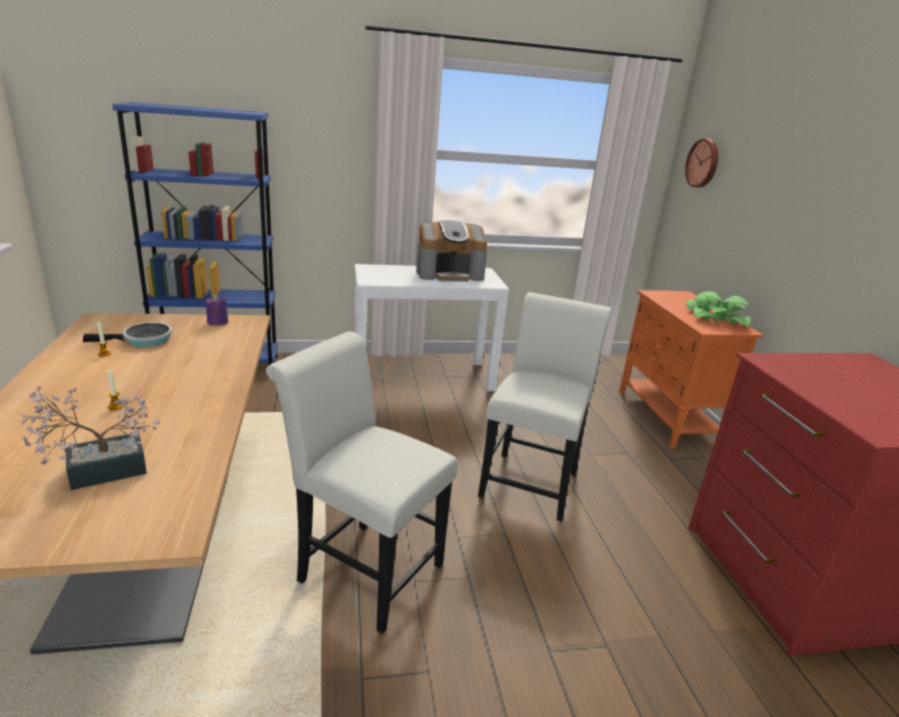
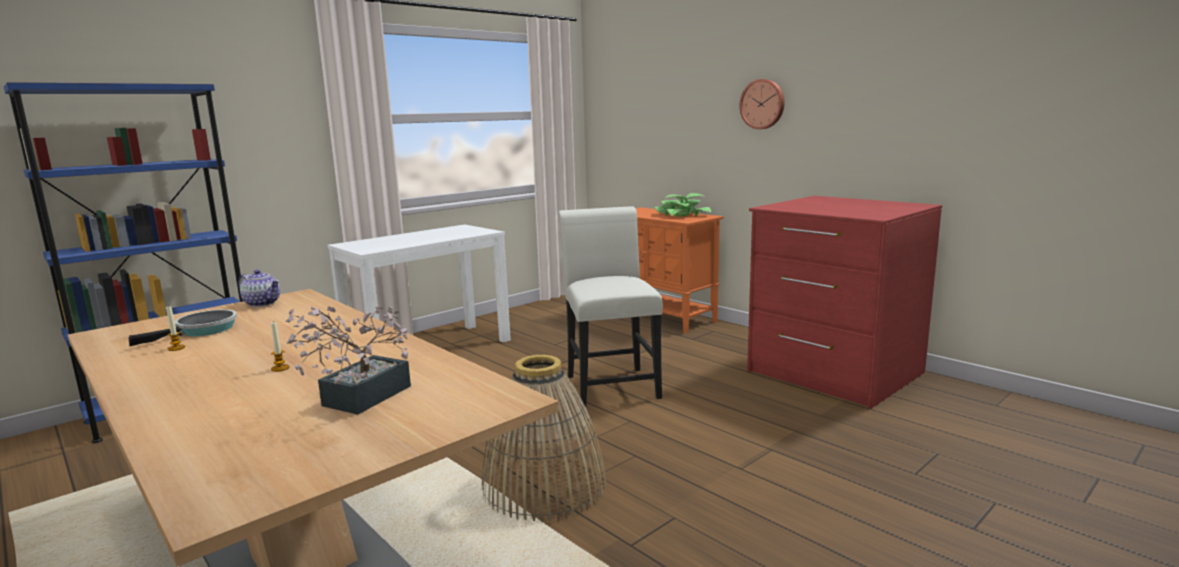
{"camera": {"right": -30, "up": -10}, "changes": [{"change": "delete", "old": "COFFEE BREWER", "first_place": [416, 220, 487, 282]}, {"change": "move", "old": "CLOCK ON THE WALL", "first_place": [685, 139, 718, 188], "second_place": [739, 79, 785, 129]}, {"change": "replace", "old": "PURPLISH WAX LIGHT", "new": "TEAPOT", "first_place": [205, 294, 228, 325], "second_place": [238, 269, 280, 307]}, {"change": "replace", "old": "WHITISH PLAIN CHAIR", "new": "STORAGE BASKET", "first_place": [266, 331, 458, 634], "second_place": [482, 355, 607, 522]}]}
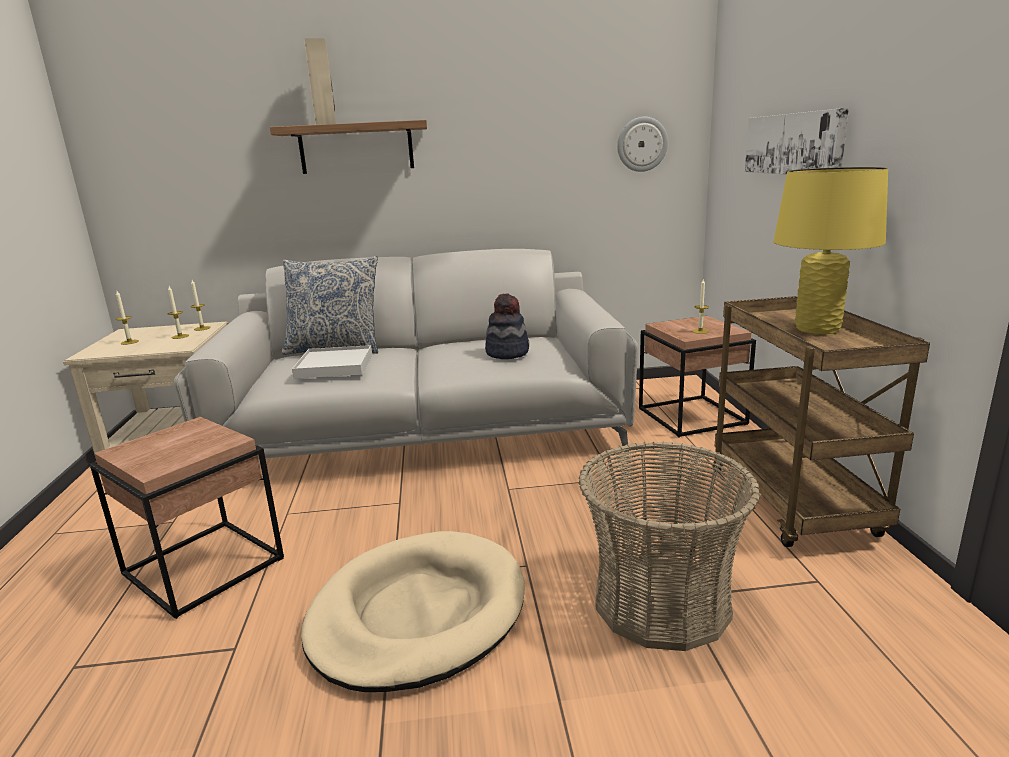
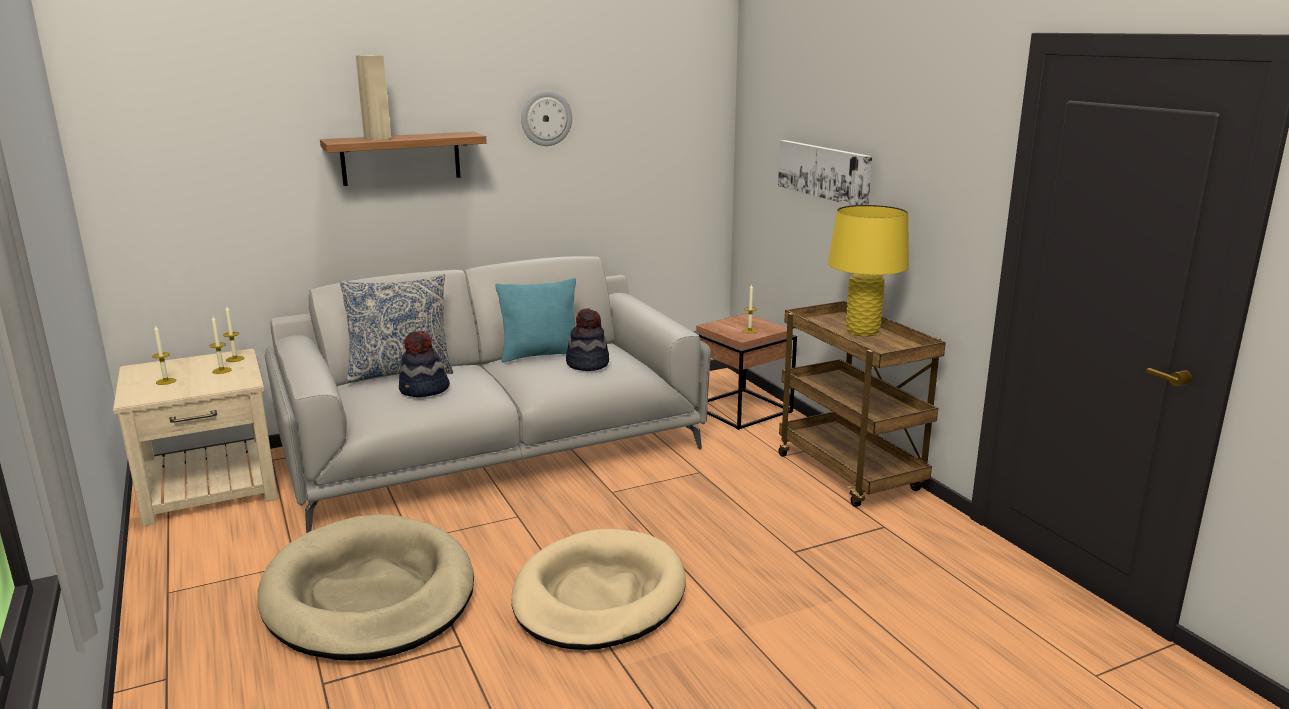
{"camera": {"right": -20, "up": 0}, "changes": [{"change": "delete", "old": "STORAGE BASKET", "first_place": [578, 441, 760, 651]}, {"change": "insert", "new": "BLUE-GREEN PILLOW", "second_place": [495, 278, 576, 362]}, {"change": "move", "old": "CLOCK ON THE WALL", "first_place": [617, 117, 668, 172], "second_place": [521, 91, 572, 146]}, {"change": "replace", "old": "BROWNISH ACCENT TABLE", "new": "BEIGE DOG CUSHION", "first_place": [90, 417, 284, 619], "second_place": [257, 514, 474, 661]}, {"change": "replace", "old": "WHITISH TRAY", "new": "CLOTHING HAT", "first_place": [292, 345, 372, 379], "second_place": [399, 331, 450, 397]}]}
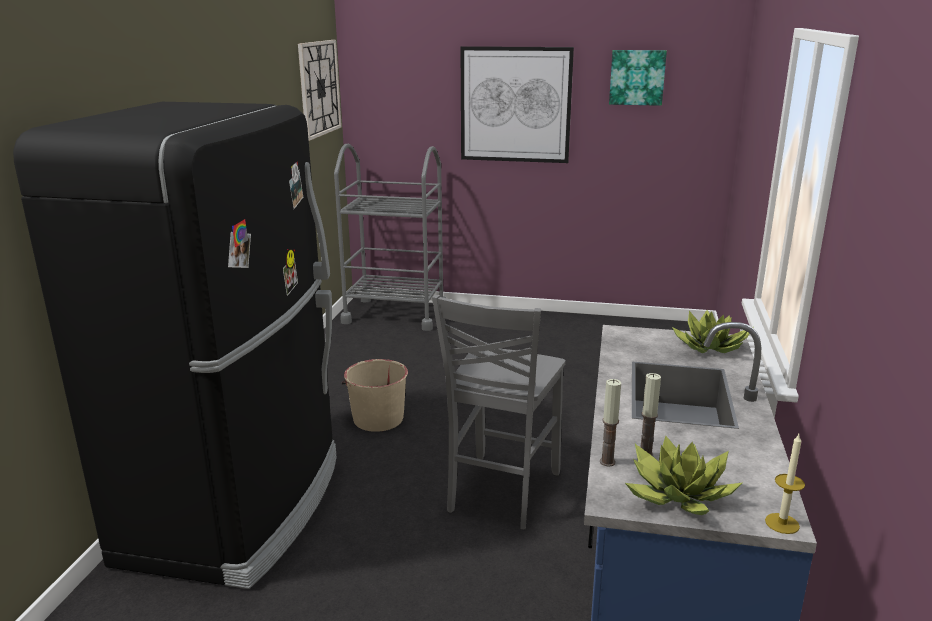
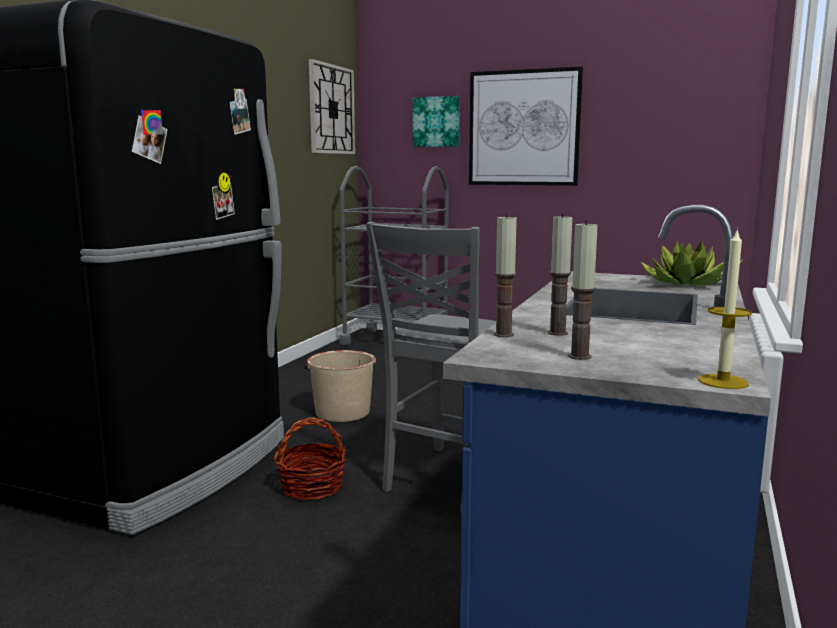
{"camera": {"right": 10, "up": -10}, "changes": [{"change": "insert", "new": "STORAGE BASKET", "second_place": [274, 417, 346, 500]}, {"change": "move", "old": "PICTURE", "first_place": [609, 50, 667, 106], "second_place": [413, 96, 460, 147]}, {"change": "replace", "old": "POTTED PLANT", "new": "WAX LIGHT", "first_place": [625, 436, 742, 515], "second_place": [568, 220, 598, 360]}]}
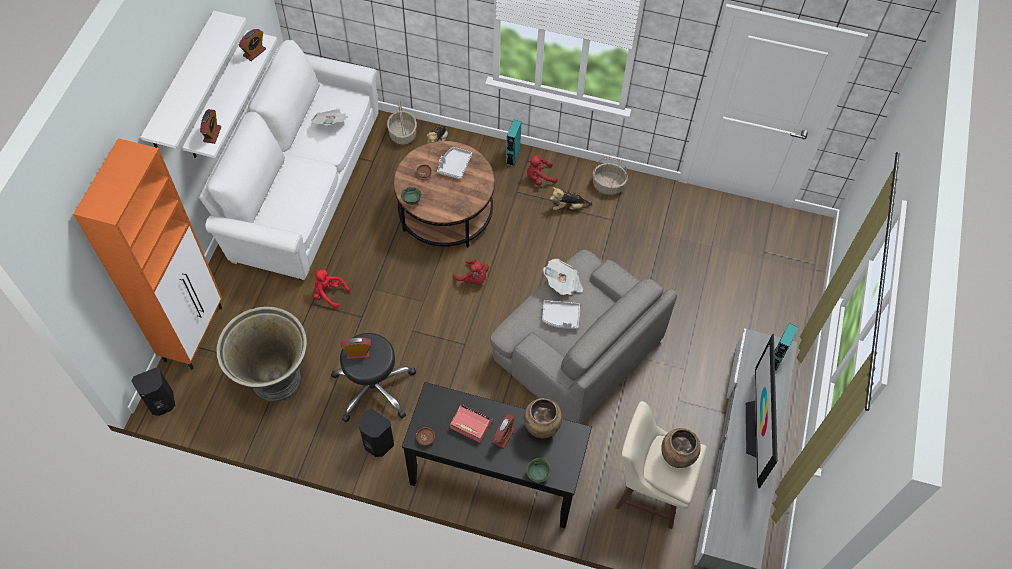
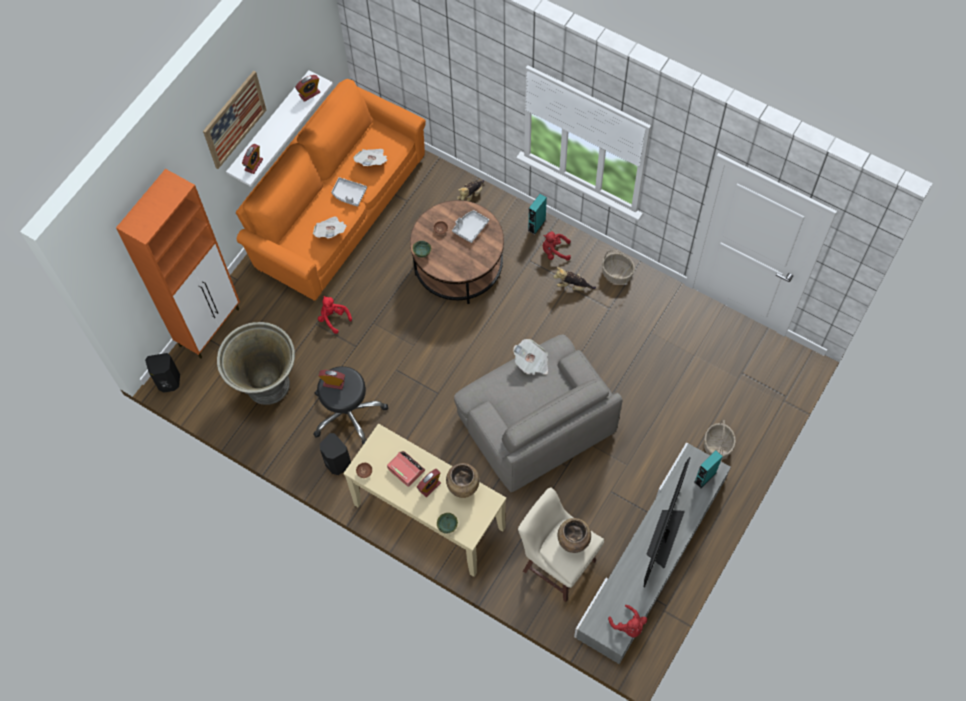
{"camera": {"right": 20, "up": 5}, "changes": [{"change": "insert", "new": "DAILY PAPER", "second_place": [313, 216, 347, 239]}, {"change": "move", "old": "STORAGE BASKET", "first_place": [387, 101, 417, 145], "second_place": [704, 420, 736, 460]}, {"change": "move", "old": "RED-COLOURED CUDDLY TOY", "first_place": [453, 260, 489, 284], "second_place": [608, 605, 647, 637]}, {"change": "move", "old": "GRAY TRAY", "first_place": [542, 300, 580, 329], "second_place": [331, 177, 367, 207]}, {"change": "replace", "old": "WHITISH BRACKET SHELF", "new": "PICTURE", "first_place": [141, 11, 247, 148], "second_place": [203, 71, 266, 169]}, {"change": "recolor", "old": "WHITISH SOFA", "new": "ORANGE-COLOURED SOFA", "first_place": [199, 40, 379, 280], "second_place": [236, 79, 426, 301]}, {"change": "recolor", "old": "BLACKISH NARROW TABLE", "new": "BEIGE NARROW TABLE", "first_place": [402, 382, 592, 528], "second_place": [343, 424, 506, 577]}]}
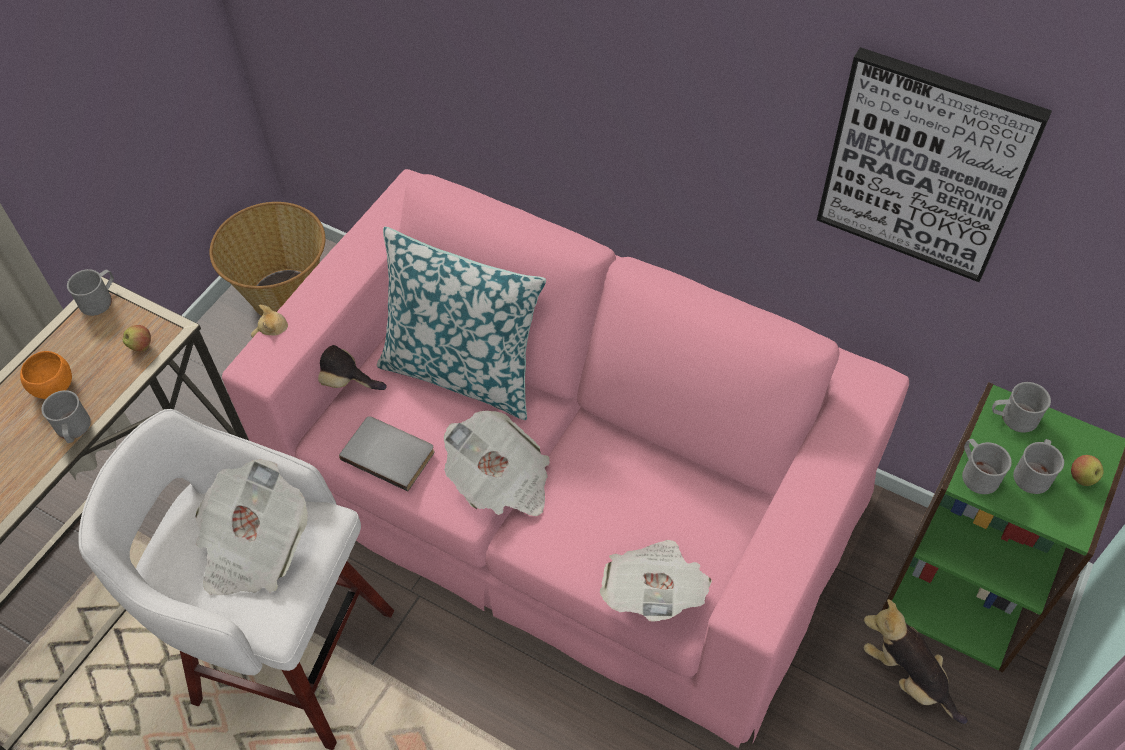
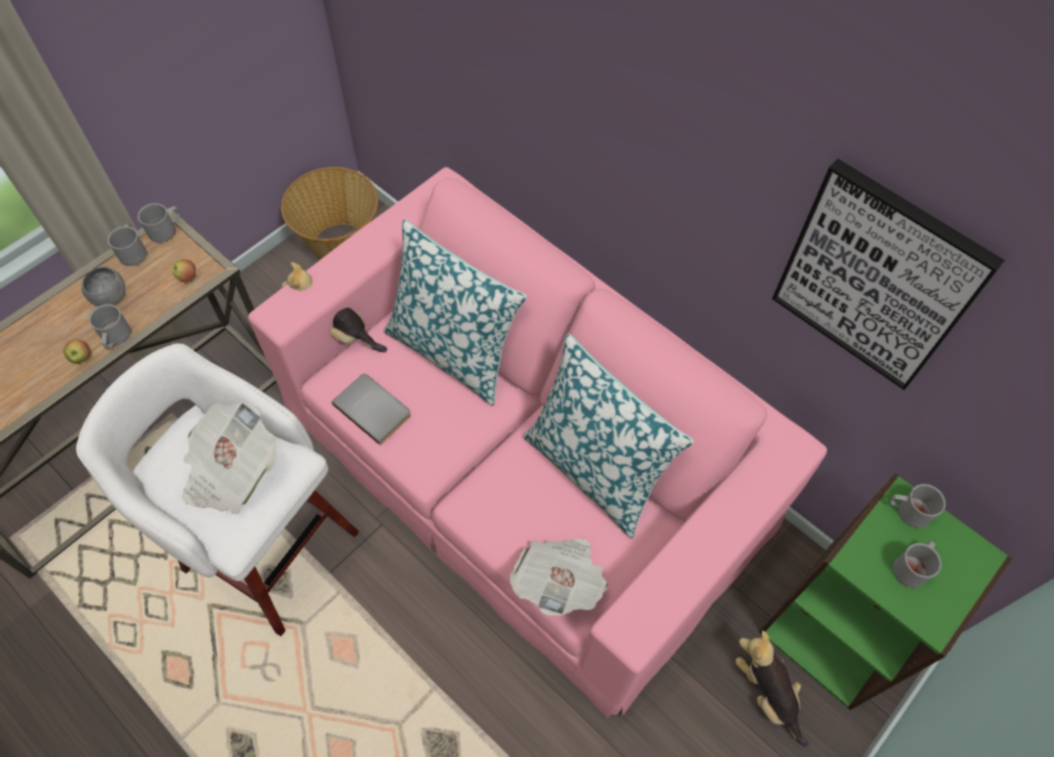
{"camera": {"right": 10, "up": 5}, "changes": [{"change": "delete", "old": "DAILY PAPER", "first_place": [444, 411, 550, 516]}, {"change": "insert", "new": "PILLOW", "second_place": [523, 333, 694, 538]}, {"change": "move", "old": "GRAY MUG", "first_place": [962, 439, 1012, 494], "second_place": [108, 224, 147, 266]}, {"change": "move", "old": "APPLE FRUIT", "first_place": [1071, 455, 1104, 486], "second_place": [64, 339, 91, 364]}, {"change": "recolor", "old": "ORANGE-COLOURED BOWL", "new": "GRAY BOWL", "first_place": [20, 351, 72, 399], "second_place": [81, 267, 125, 306]}]}
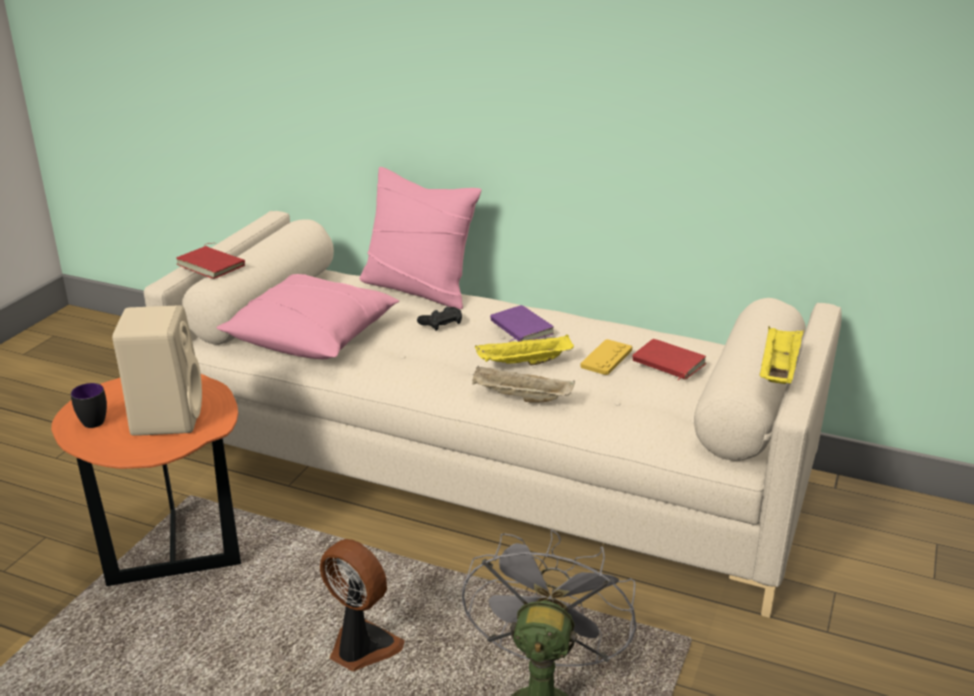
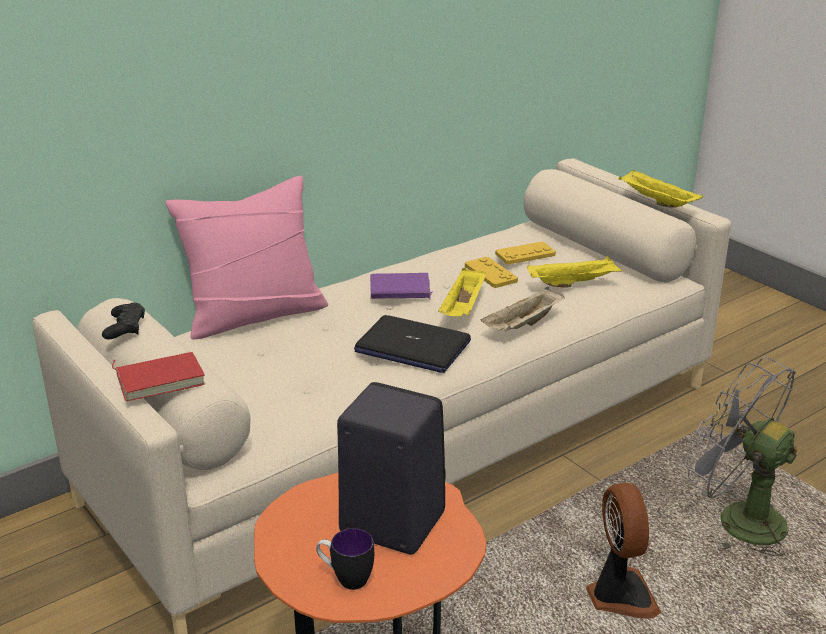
{"camera": {"right": -60, "up": 0}, "changes": [{"change": "delete", "old": "PINKISH PILLOW", "first_place": [217, 274, 400, 359]}, {"change": "insert", "new": "LAPTOP", "second_place": [354, 315, 471, 373]}, {"change": "insert", "new": "YELLOWISH TRAY", "second_place": [527, 256, 623, 288]}, {"change": "move", "old": "BLACKISH GAMEPAD", "first_place": [417, 307, 462, 331], "second_place": [102, 303, 145, 340]}, {"change": "replace", "old": "RED-COLOURED BOUND BOOK", "new": "YELLOWISH GAMEPAD", "first_place": [633, 339, 707, 380], "second_place": [495, 242, 556, 265]}, {"change": "recolor", "old": "BEIGE LOUDSPEAKER", "new": "BLACKISH LOUDSPEAKER", "first_place": [112, 306, 202, 436], "second_place": [337, 382, 446, 555]}, {"change": "rotate", "old": "FAN", "first_place": [320, 539, 405, 671], "second_place": [586, 483, 661, 619], "degrees": 105}]}
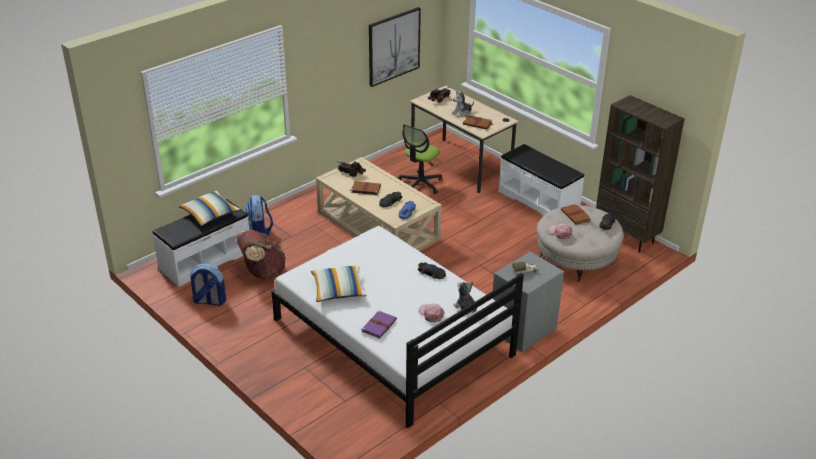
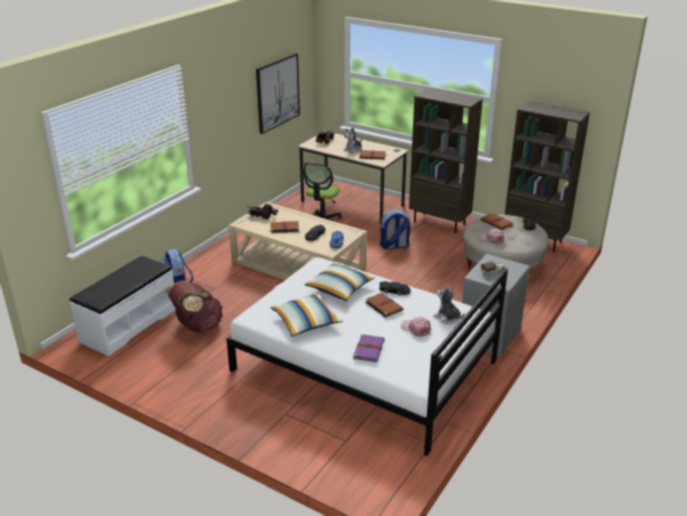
{"camera": {"right": -15, "up": -5}, "changes": [{"change": "insert", "new": "BROWNISH BOUND BOOK", "second_place": [365, 293, 403, 318]}, {"change": "move", "old": "PILLOW", "first_place": [179, 191, 240, 226], "second_place": [304, 263, 375, 301]}, {"change": "move", "old": "BACKPACK", "first_place": [189, 263, 226, 306], "second_place": [380, 210, 411, 249]}, {"change": "replace", "old": "WHITISH INDOOR BENCH", "new": "BROWNISH BOOKCASE", "first_place": [498, 144, 584, 216], "second_place": [409, 88, 483, 233]}]}
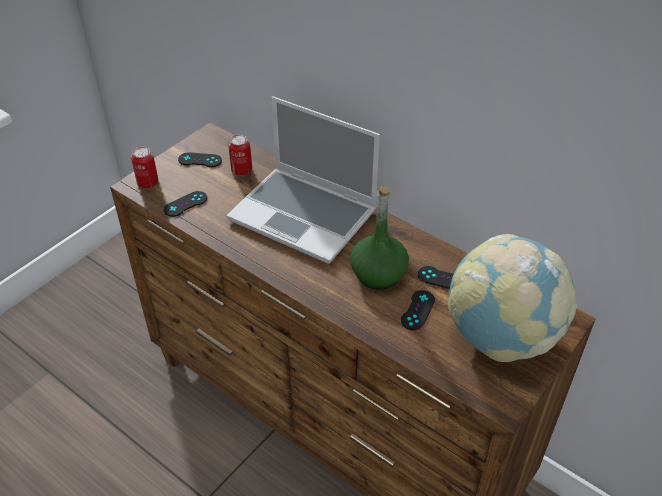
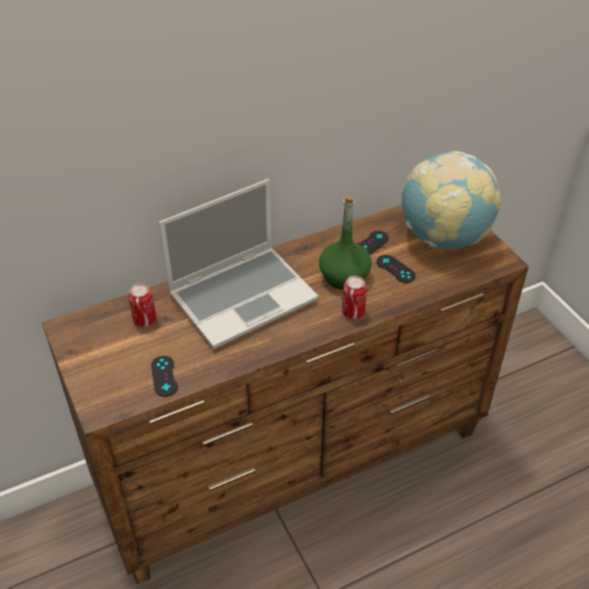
{"camera": {"right": -65, "up": 0}, "changes": [{"change": "delete", "old": "BLACKISH GAMEPAD", "first_place": [178, 152, 222, 167]}, {"change": "move", "old": "SEALED CAN", "first_place": [131, 147, 158, 188], "second_place": [342, 276, 367, 319]}]}
